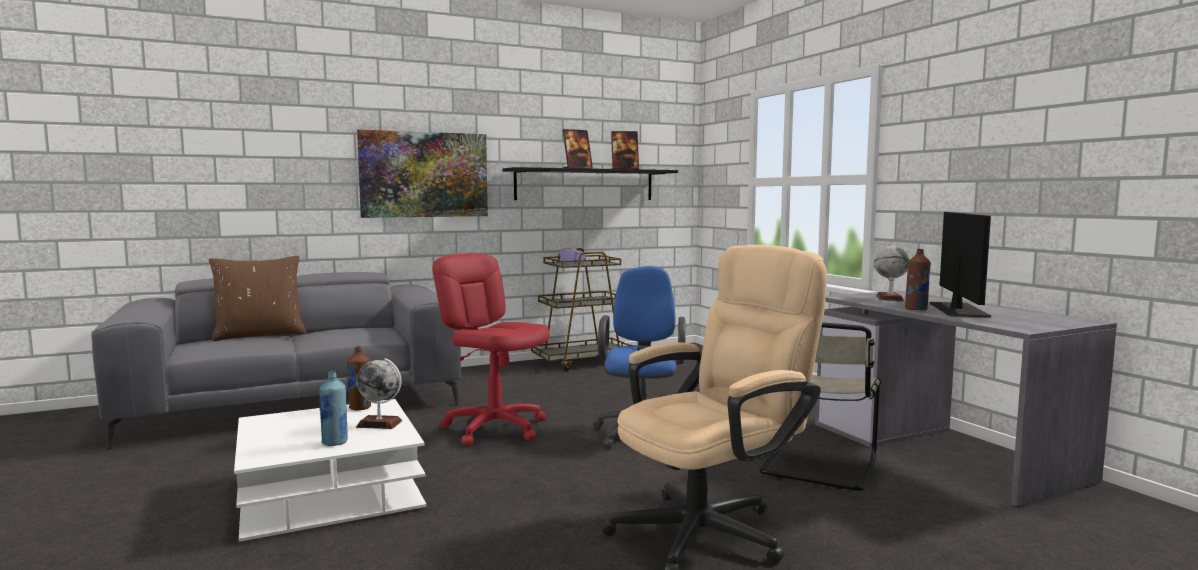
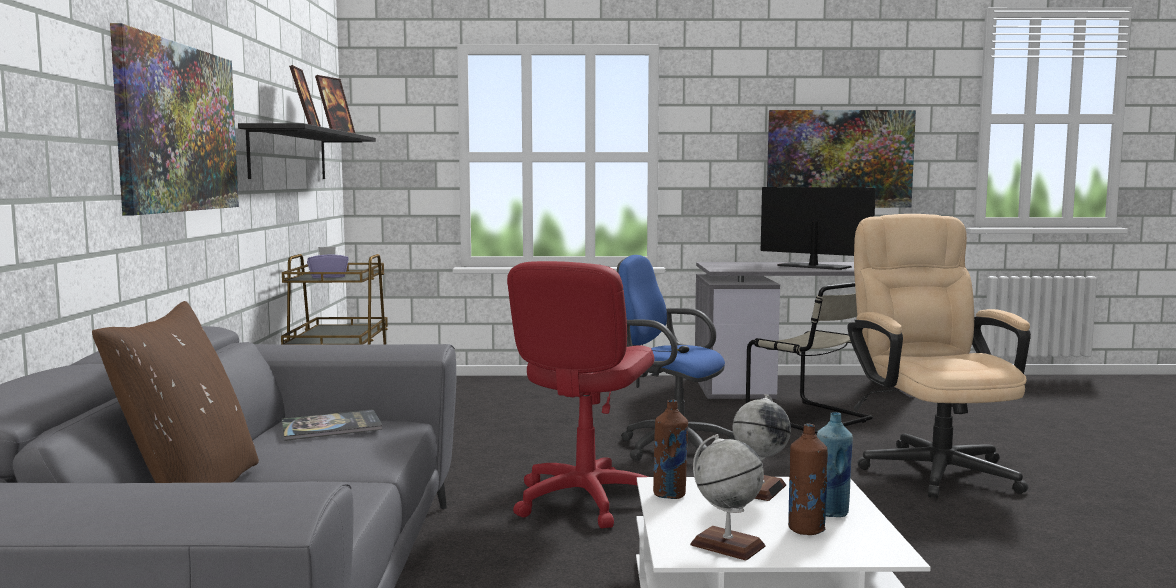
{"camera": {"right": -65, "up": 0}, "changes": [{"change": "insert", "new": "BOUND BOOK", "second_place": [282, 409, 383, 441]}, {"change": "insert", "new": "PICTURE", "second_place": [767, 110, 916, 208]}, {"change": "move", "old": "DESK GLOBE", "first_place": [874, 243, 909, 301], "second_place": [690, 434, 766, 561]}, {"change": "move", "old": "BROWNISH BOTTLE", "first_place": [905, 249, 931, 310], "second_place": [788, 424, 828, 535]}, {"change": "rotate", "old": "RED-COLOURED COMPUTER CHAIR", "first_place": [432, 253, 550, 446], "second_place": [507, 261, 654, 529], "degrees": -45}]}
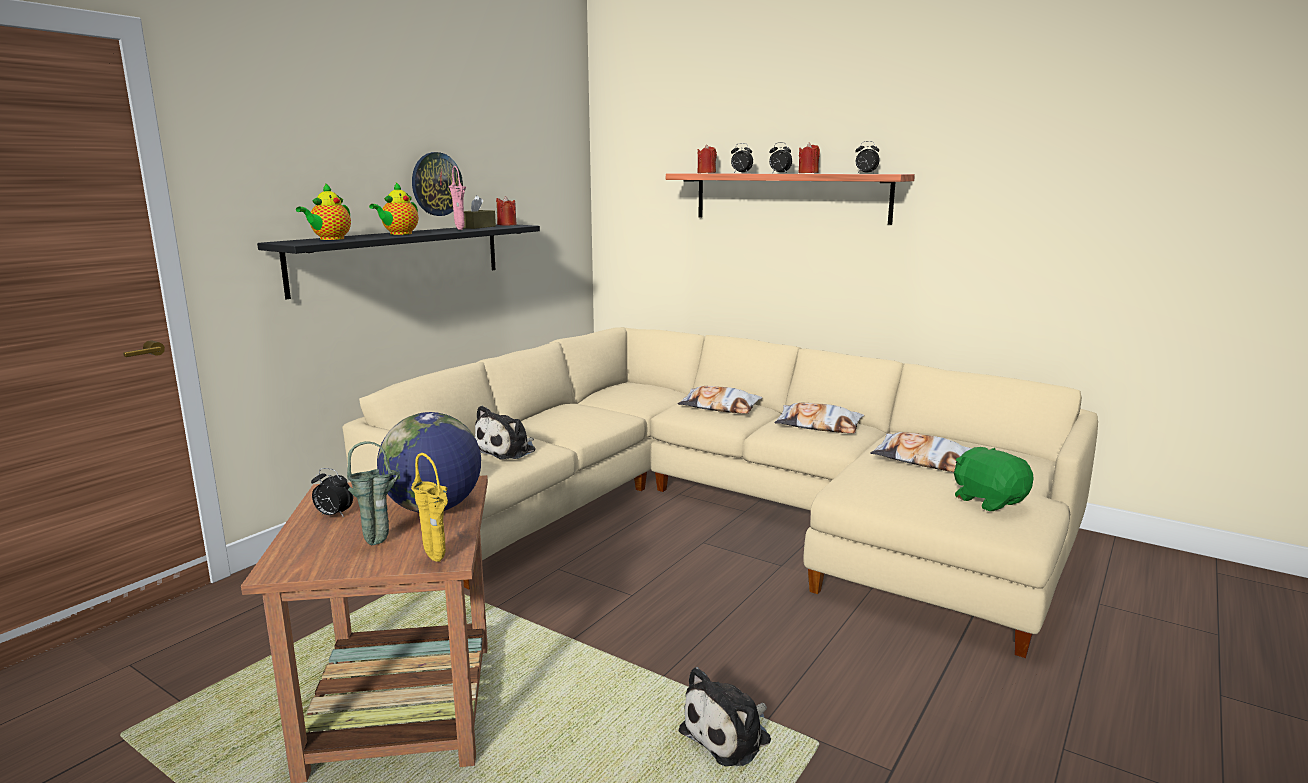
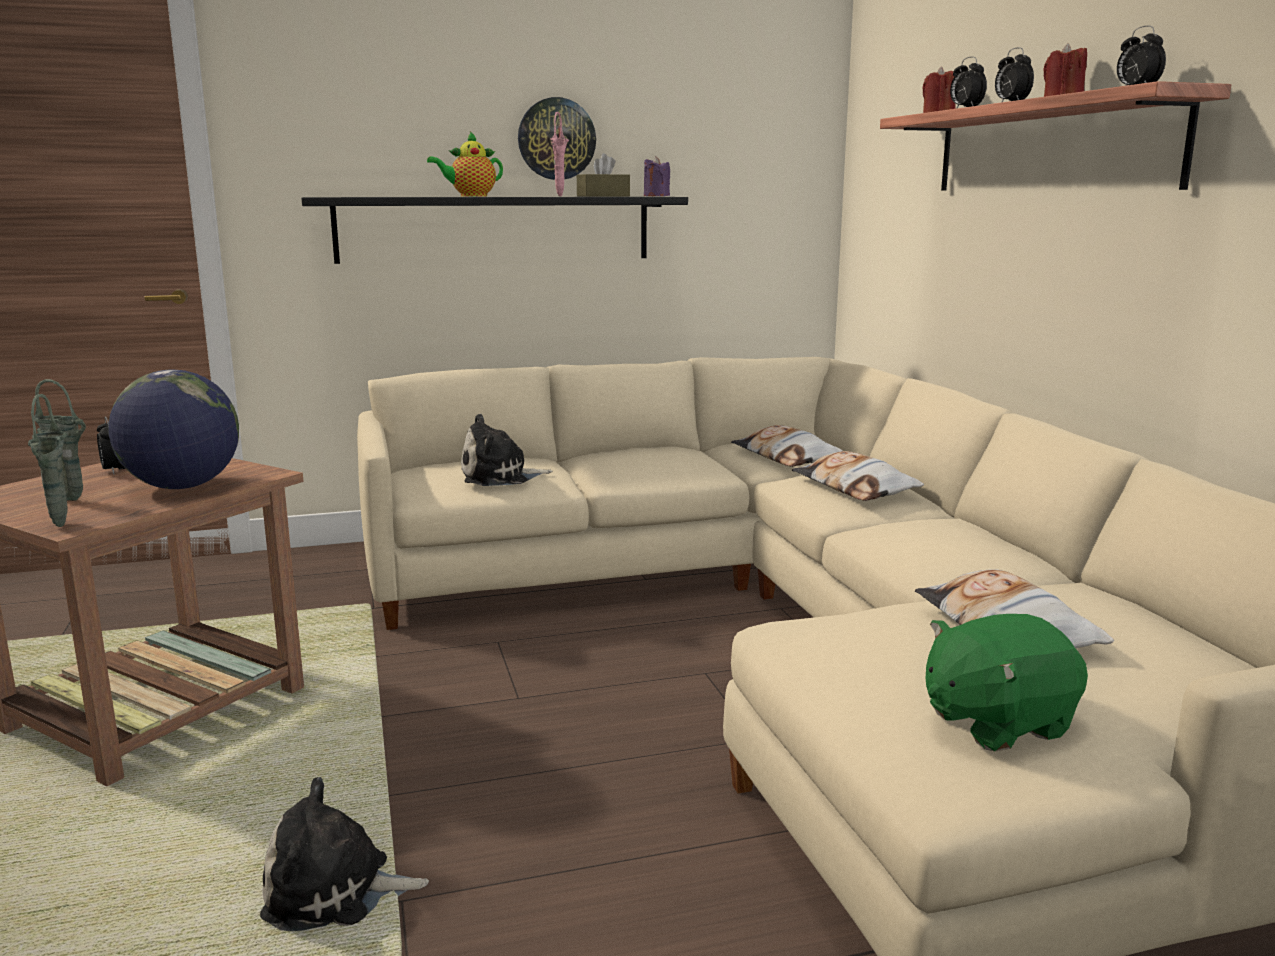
{"camera": {"right": 40, "up": 0}, "changes": [{"change": "delete", "old": "TEAPOT", "first_place": [296, 183, 351, 240]}, {"change": "move", "old": "PILLOW", "first_place": [774, 403, 864, 433], "second_place": [731, 425, 843, 467]}, {"change": "recolor", "old": "YELLOWISH VASE", "new": "GREEN VASE", "first_place": [411, 453, 448, 562], "second_place": [28, 394, 68, 527]}, {"change": "recolor", "old": "RED-COLOURED WAX LIGHT", "new": "PURPLISH WAX LIGHT", "first_place": [496, 196, 517, 225], "second_place": [644, 156, 670, 196]}, {"change": "rotate", "old": "GREEN CUDDLY TOY", "first_place": [954, 447, 1034, 511], "second_place": [926, 614, 1088, 752], "degrees": -120}]}
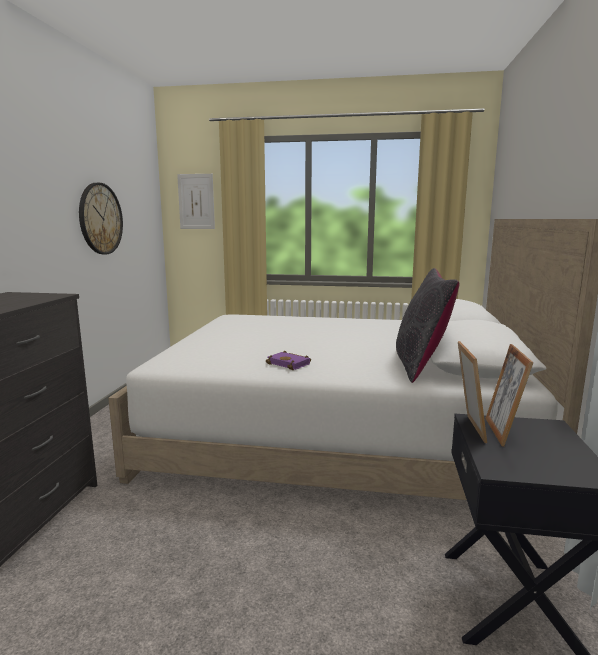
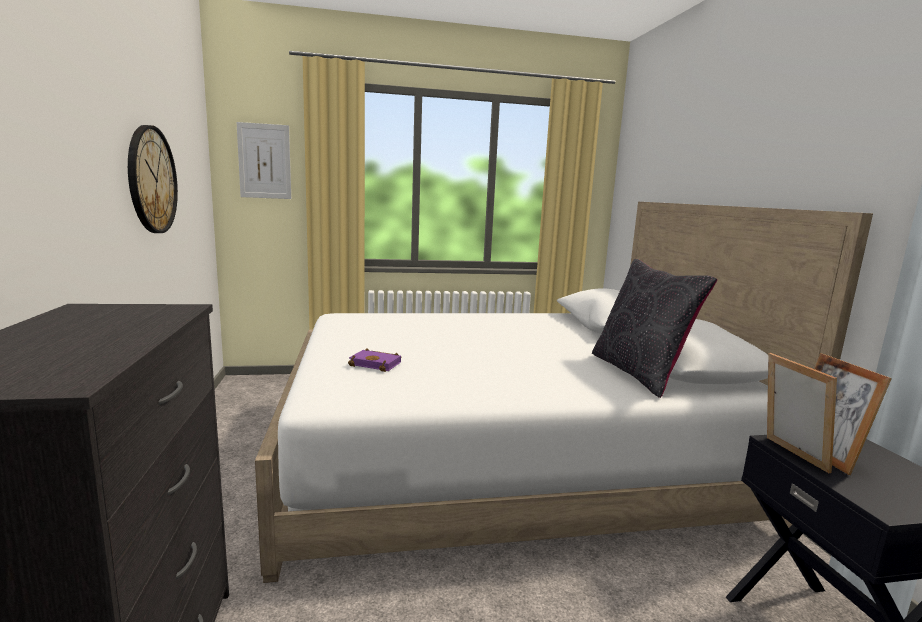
{"camera": {"right": -20, "up": 0}, "changes": [{"change": "move", "old": "PURPLISH BOUND BOOK", "first_place": [266, 350, 311, 370], "second_place": [348, 348, 401, 372]}]}
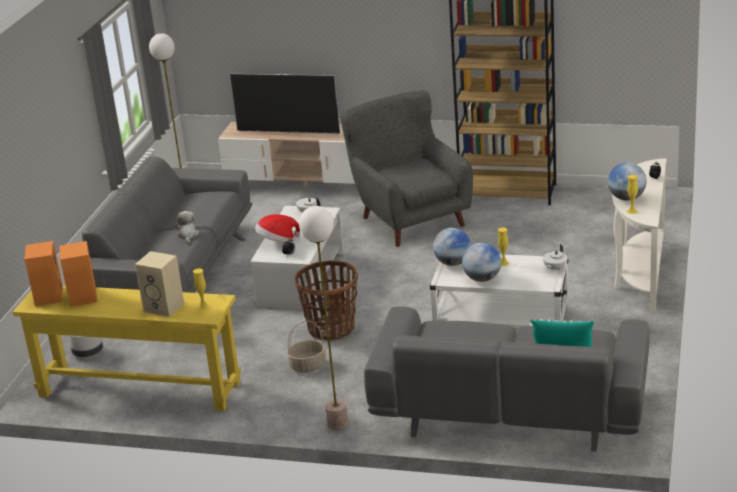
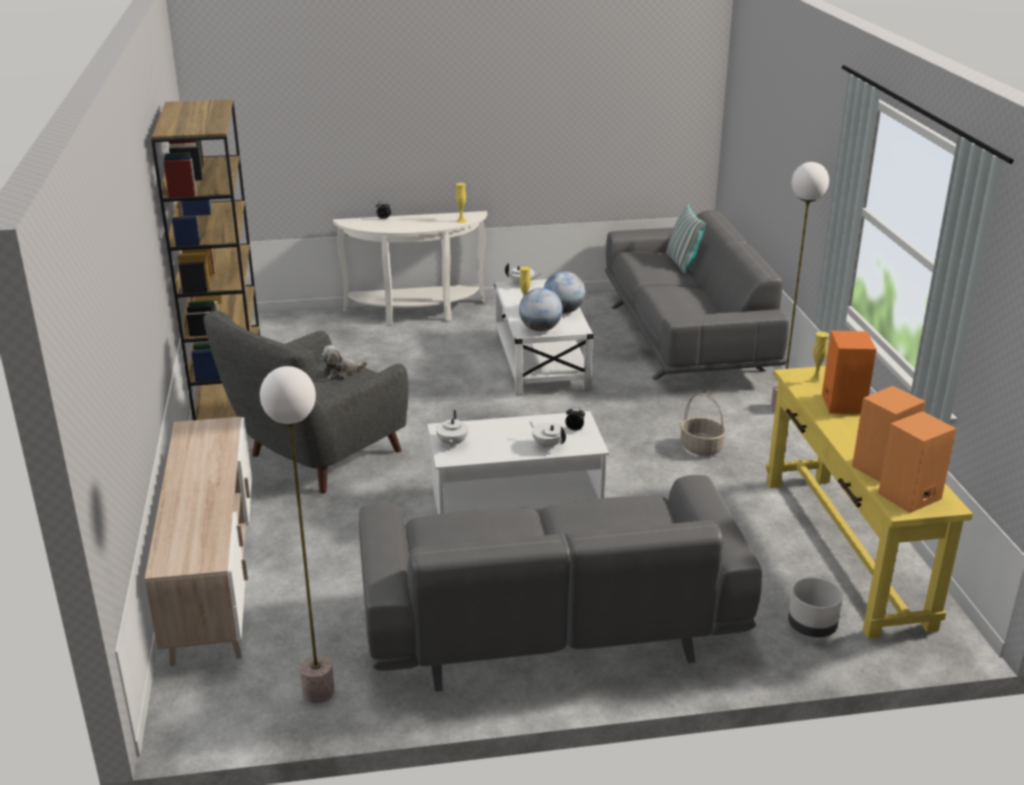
{"camera": {"right": -115, "up": 0}, "changes": [{"change": "delete", "old": "TV SET", "first_place": [230, 73, 340, 134]}, {"change": "delete", "old": "STORAGE BASKET", "first_place": [295, 260, 358, 340]}, {"change": "delete", "old": "DESK GLOBE", "first_place": [608, 162, 646, 201]}, {"change": "move", "old": "CUDDLY TOY", "first_place": [175, 211, 199, 244], "second_place": [320, 345, 367, 380]}, {"change": "replace", "old": "CLOTHING HAT", "new": "WHITISH TEAPOT", "first_place": [255, 214, 300, 243], "second_place": [529, 422, 566, 448]}, {"change": "recolor", "old": "BEIGE LOUDSPEAKER", "new": "ORANGE-COLOURED LOUDSPEAKER", "first_place": [135, 251, 184, 317], "second_place": [822, 331, 876, 414]}]}
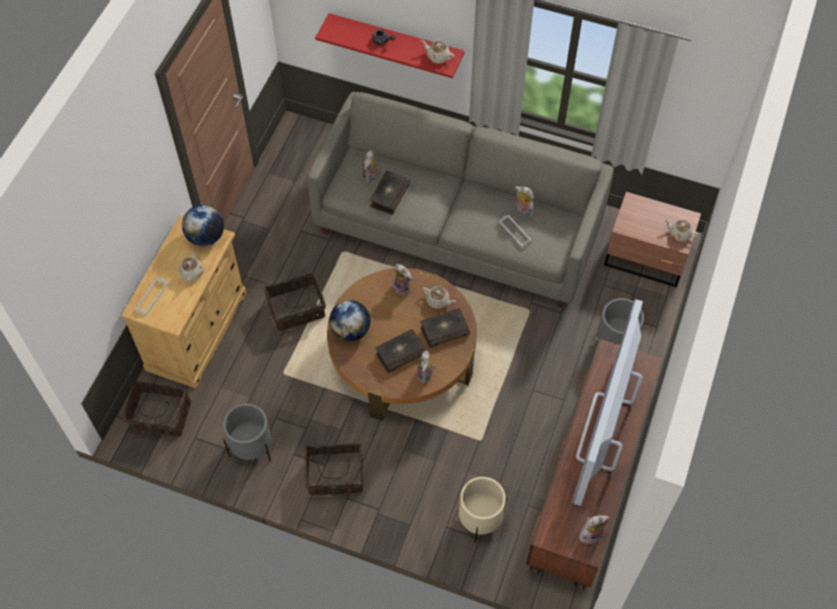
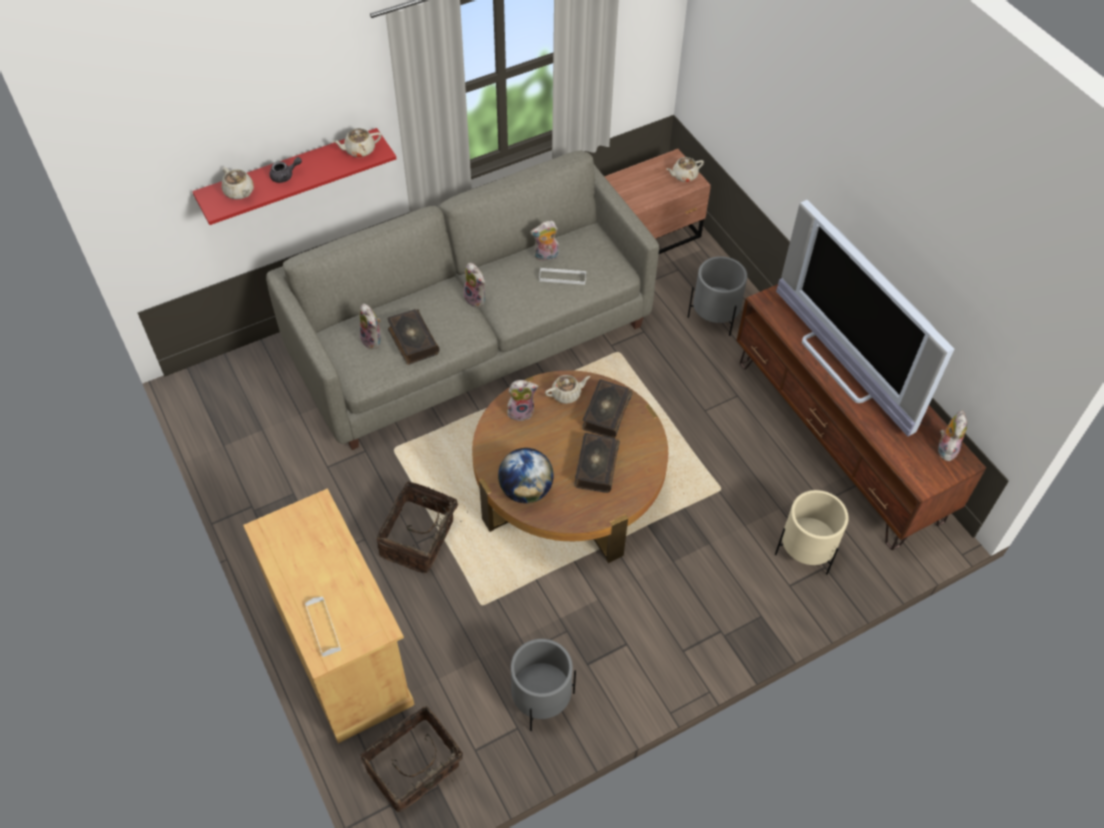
{"camera": {"right": -50, "up": -5}, "changes": [{"change": "delete", "old": "DESK GLOBE", "first_place": [182, 205, 224, 246]}, {"change": "delete", "old": "STORAGE BASKET", "first_place": [305, 443, 363, 498]}, {"change": "move", "old": "BEIGE TEAPOT", "first_place": [179, 251, 204, 282], "second_place": [222, 167, 254, 200]}, {"change": "move", "old": "CUDDLY TOY", "first_place": [417, 351, 436, 383], "second_place": [464, 263, 485, 308]}]}
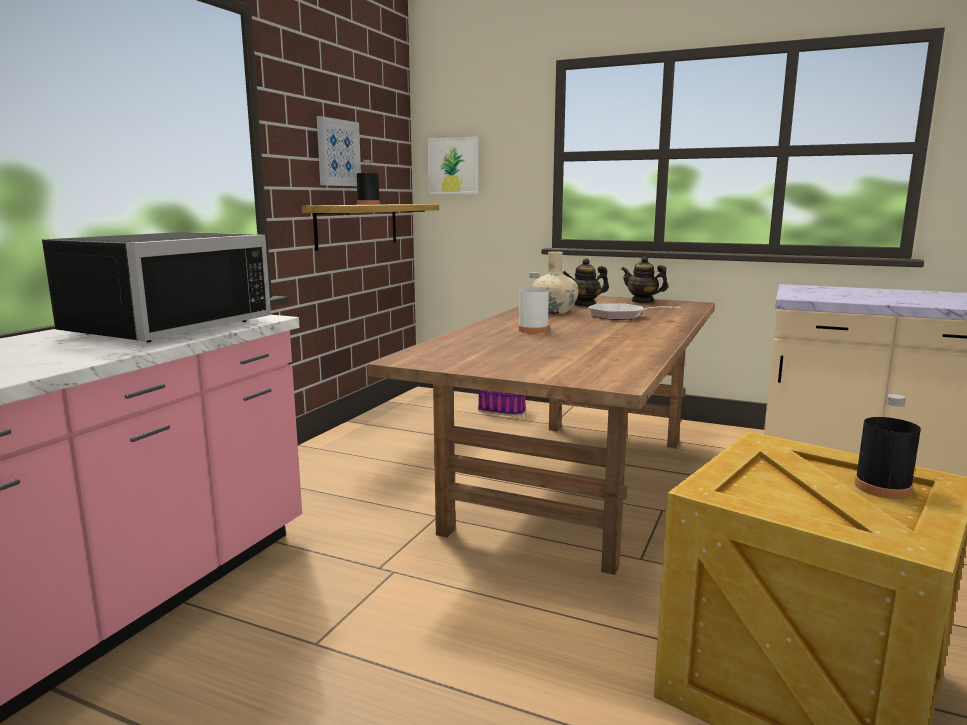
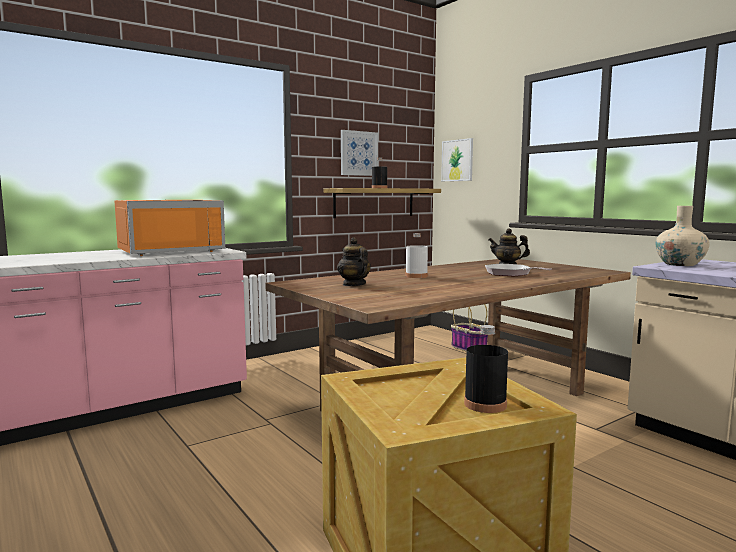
{"camera": {"right": 30, "up": -5}, "changes": [{"change": "move", "old": "BEIGE VASE", "first_place": [531, 252, 579, 314], "second_place": [656, 206, 710, 266]}, {"change": "move", "old": "TEAPOT", "first_place": [621, 256, 668, 303], "second_place": [337, 238, 371, 286]}, {"change": "recolor", "old": "BLACKISH MICROWAVE", "new": "ORANGE-COLOURED MICROWAVE", "first_place": [42, 232, 271, 342], "second_place": [114, 200, 225, 256]}]}
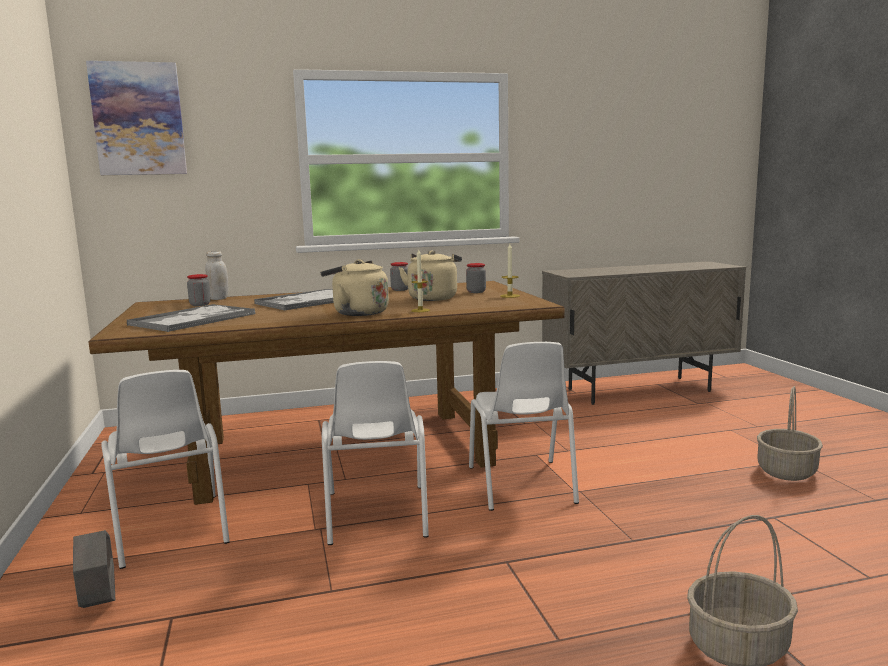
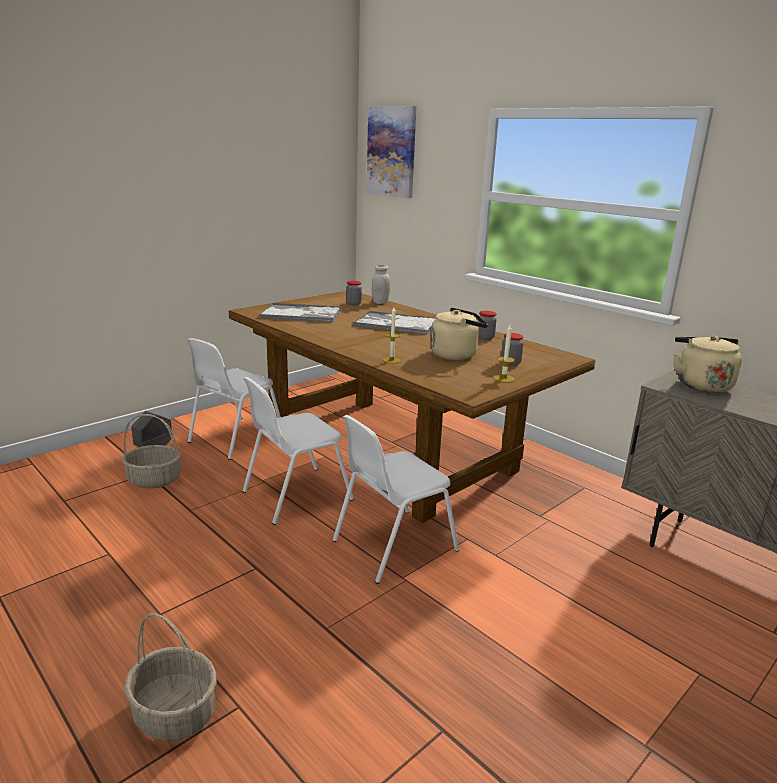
{"camera": {"right": 60, "up": 10}, "changes": [{"change": "move", "old": "BEIGE TEA KETTLE", "first_place": [320, 259, 389, 316], "second_place": [673, 336, 742, 393]}, {"change": "move", "old": "STORAGE BASKET", "first_place": [757, 386, 823, 481], "second_place": [122, 414, 181, 489]}]}
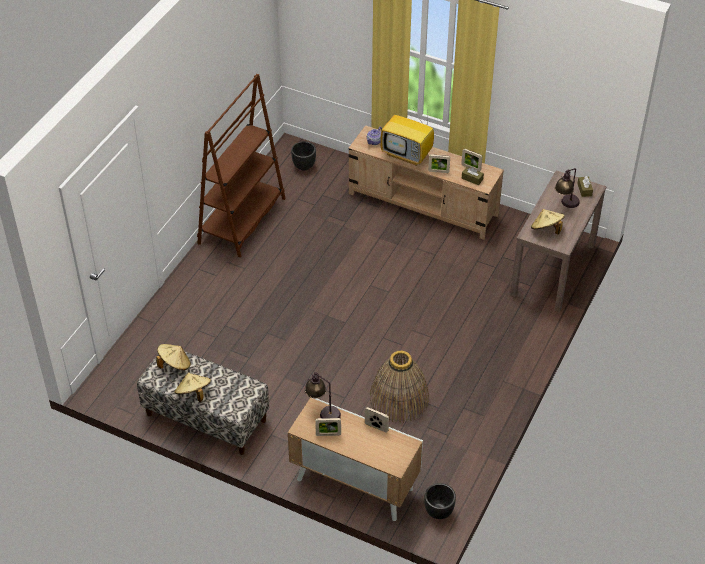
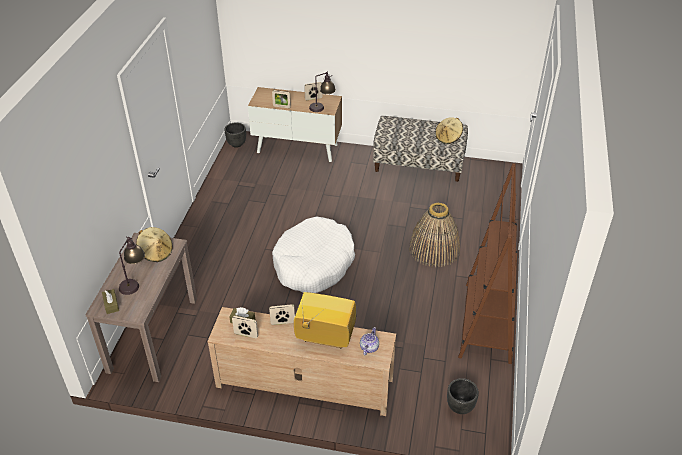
{"camera": {"right": 165, "up": -5}, "changes": [{"change": "delete", "old": "BEIGE CLOTHING HAT", "first_place": [174, 373, 211, 402]}, {"change": "insert", "new": "WHITISH DOG CUSHION", "second_place": [272, 217, 355, 293]}, {"change": "move", "old": "STORAGE BASKET", "first_place": [370, 351, 429, 423], "second_place": [409, 203, 460, 267]}]}
